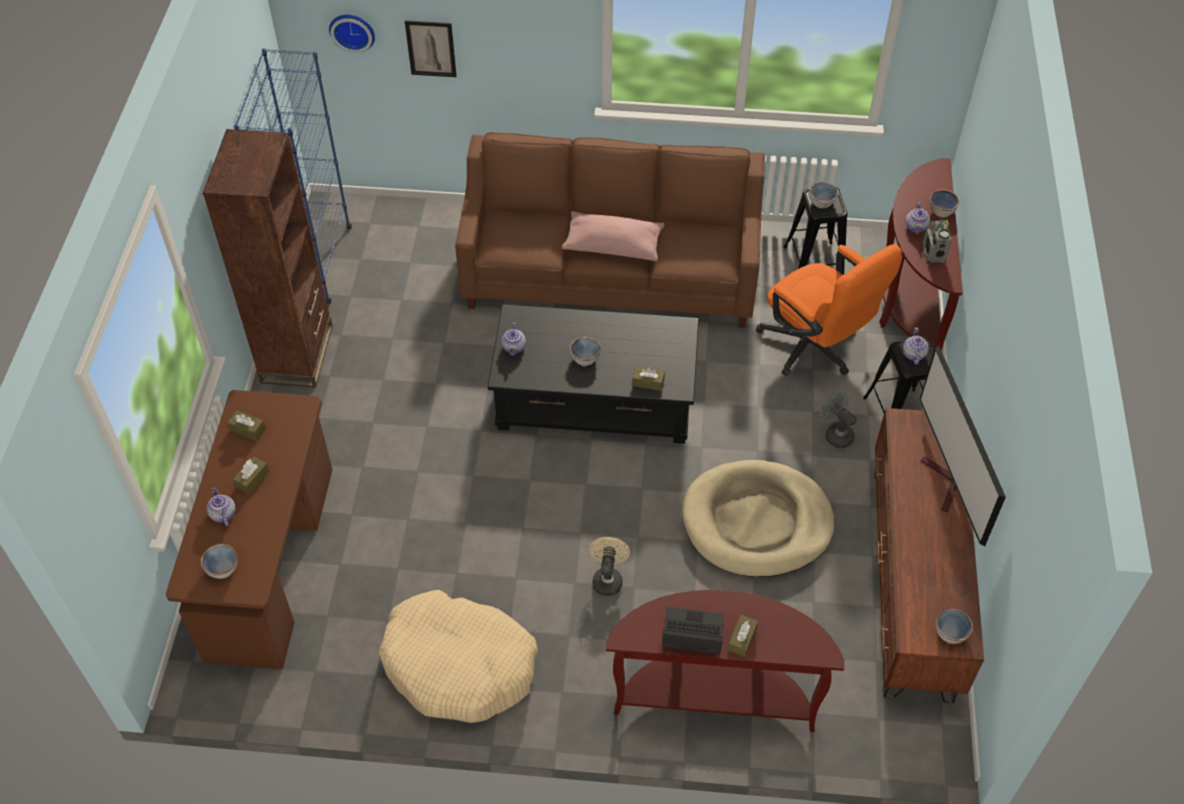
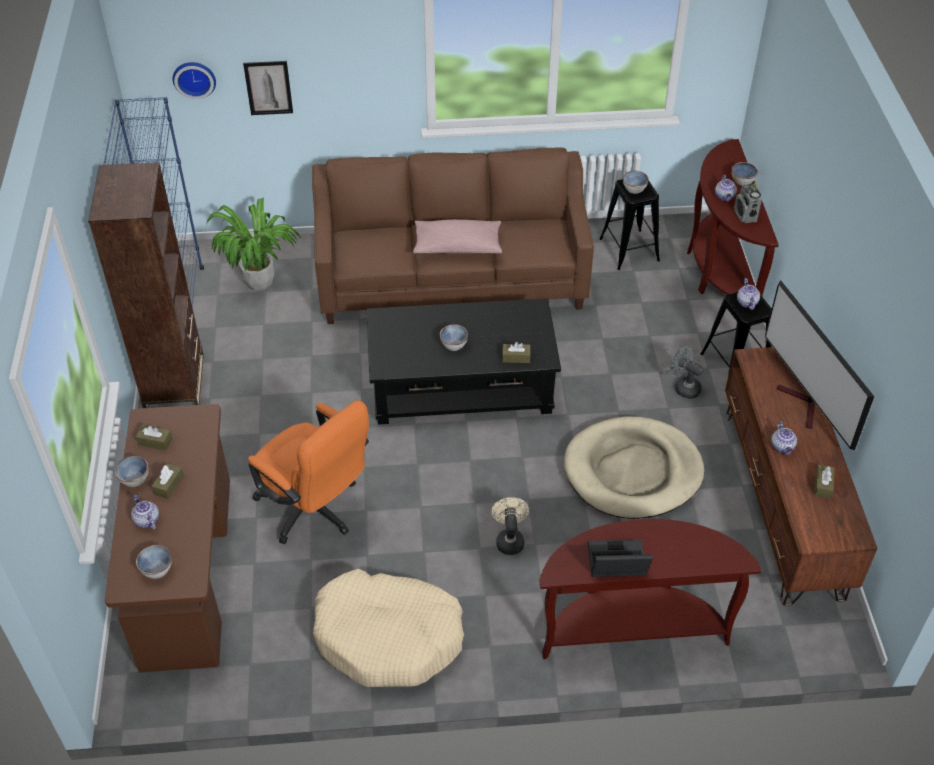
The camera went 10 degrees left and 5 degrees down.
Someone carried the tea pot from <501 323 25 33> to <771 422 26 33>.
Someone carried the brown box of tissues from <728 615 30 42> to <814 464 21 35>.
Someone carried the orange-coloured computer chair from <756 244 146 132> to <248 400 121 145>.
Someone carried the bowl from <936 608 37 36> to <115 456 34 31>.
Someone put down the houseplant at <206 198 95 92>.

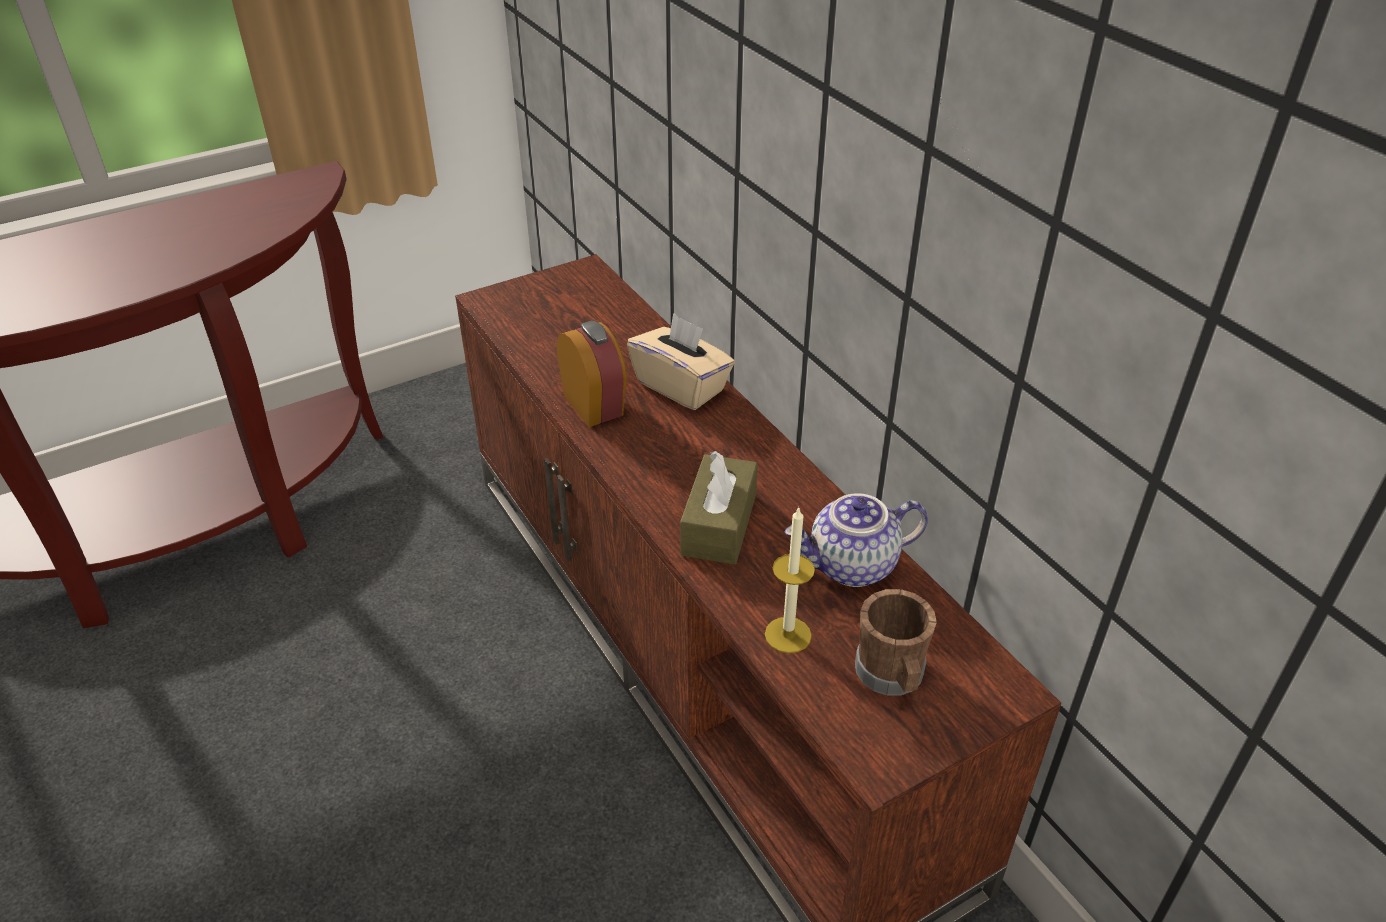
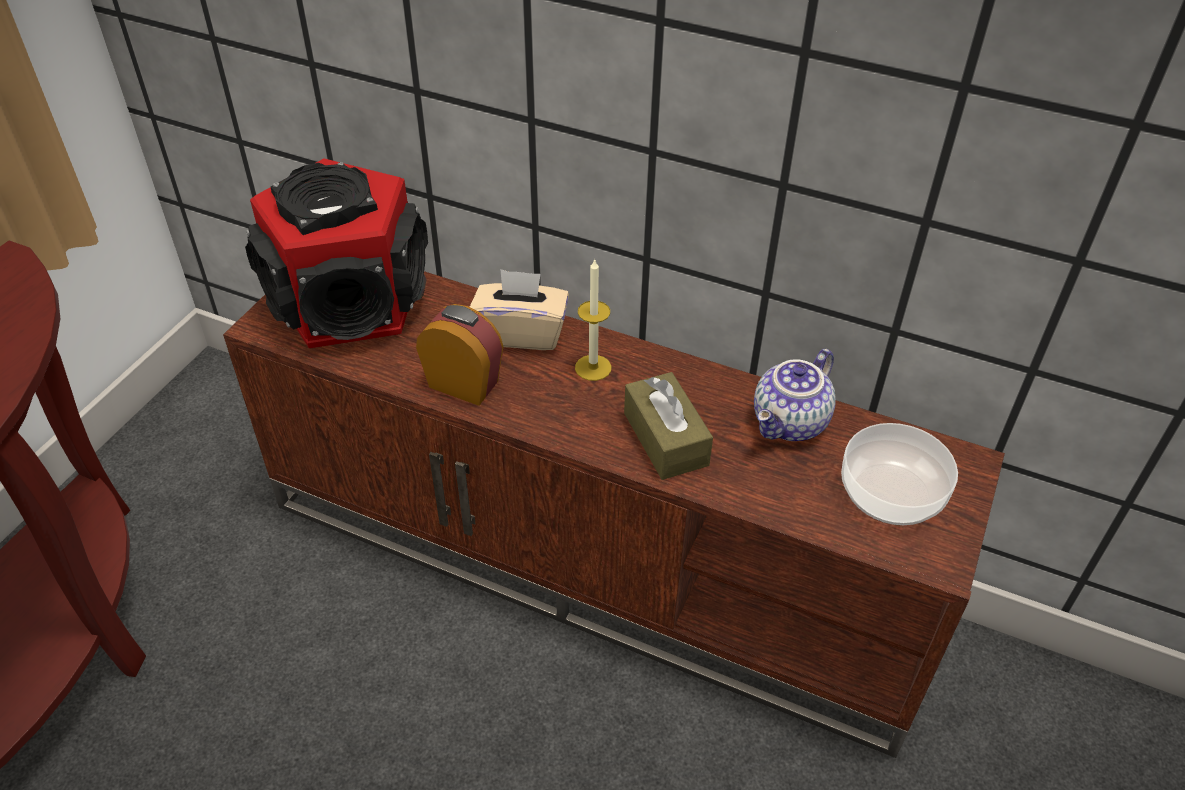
The camera went 35 degrees left and 5 degrees up.
Someone carried the wax candle from <765 506 50 147> to <575 258 36 123>.
Someone swapped the brown tea mug at <855 589 82 107> for the bowl at <841 423 117 102>.
Someone put down the speaker at <245 158 183 190>.

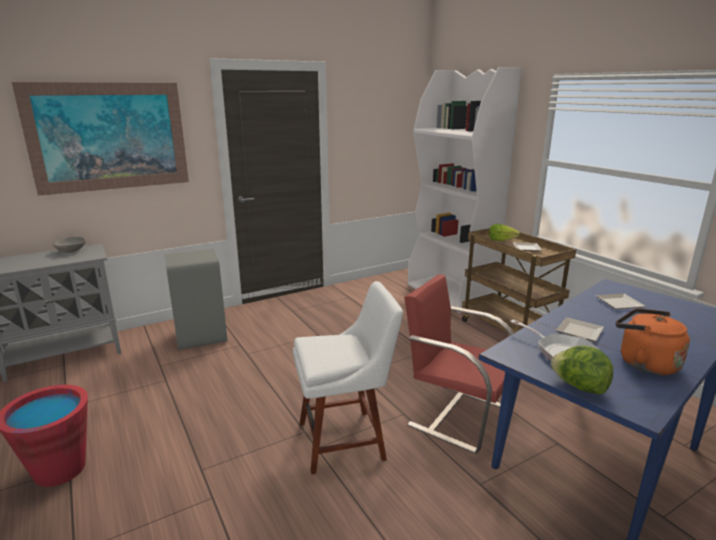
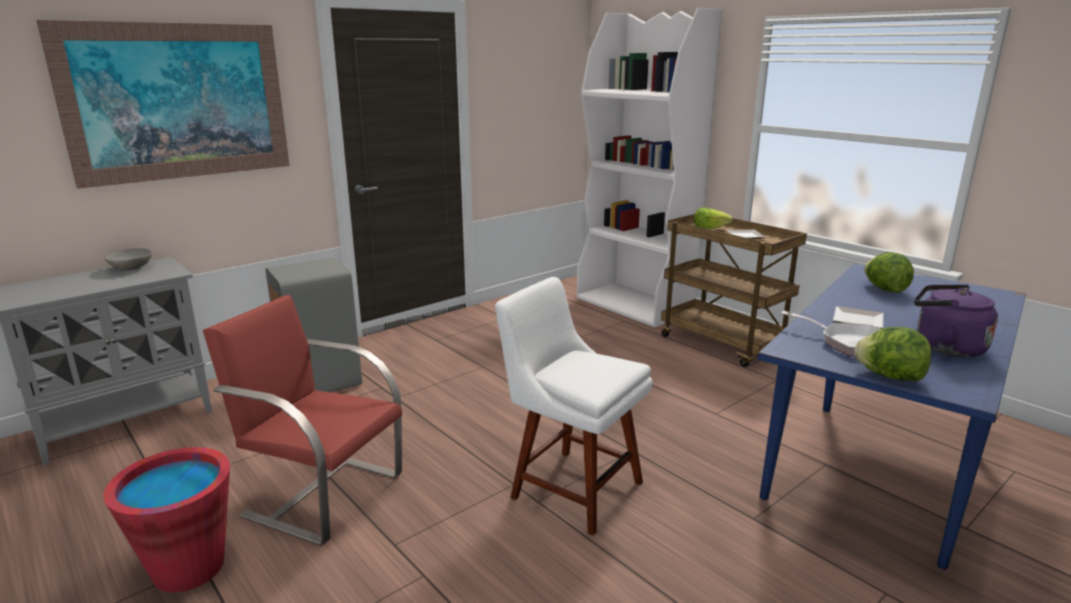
The camera went 10 degrees left and 0 degrees up.
Someone rotated the white-coloured upright chair at <293 281 110 194> by 120 degrees counterclockwise.
Someone carried the red upright chair from <404 274 110 180> to <203 295 199 251>.
Someone swapped the dinner plate at <596 293 50 16> for the lettuce head at <864 252 50 41>.
Someone repainted the orange-coloured water kettle at <616 308 74 67>, which became the purple-coloured water kettle at <914 285 84 72>.

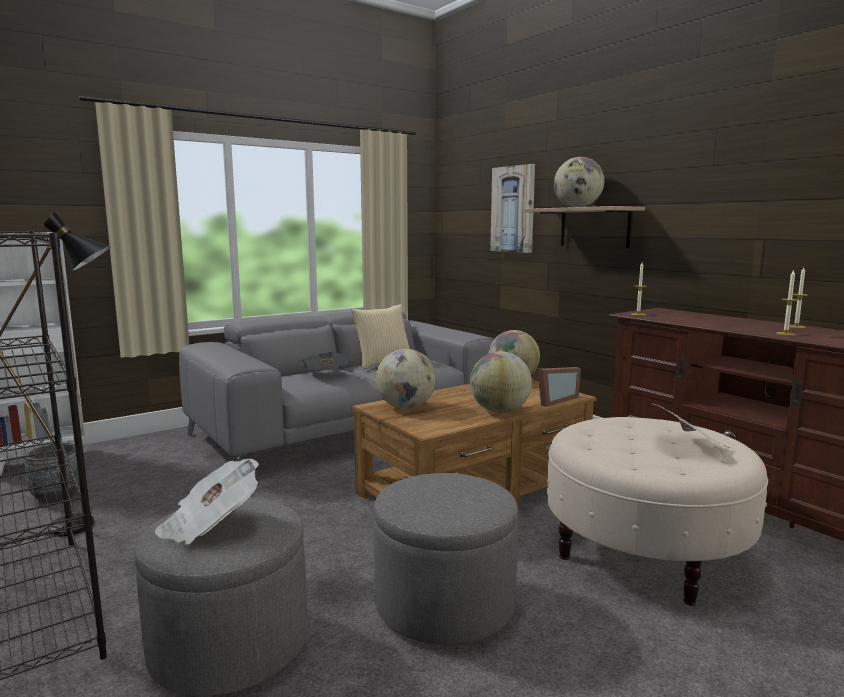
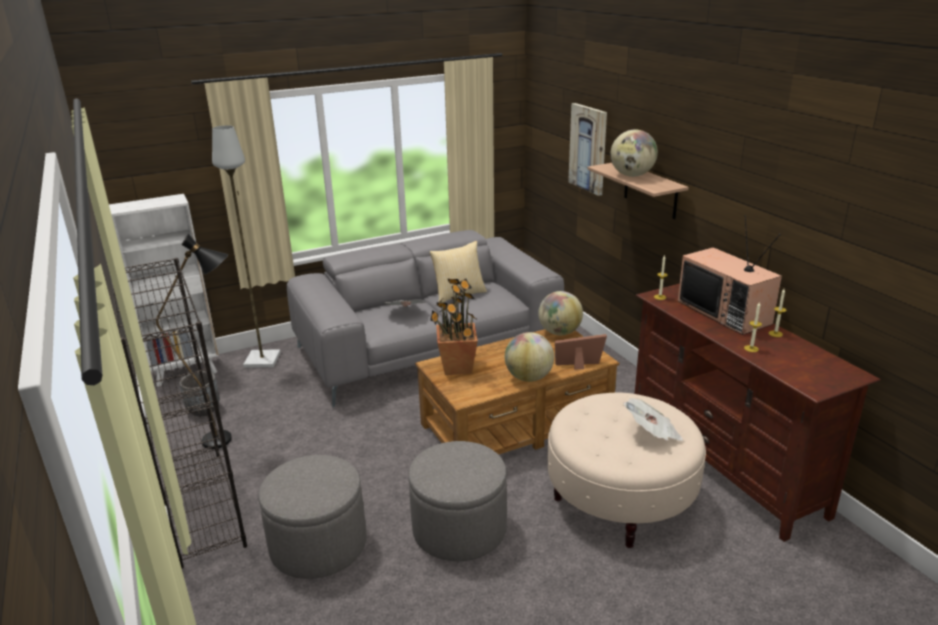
The camera went 10 degrees right and 15 degrees up.
Someone took away the printed paper at <155 459 104 86>.
Someone swapped the world globe at <376 349 60 60> for the houseplant at <430 279 48 96>.
Someone rotated the standing frame at <538 367 43 40> by 150 degrees counterclockwise.
Someone put down the greyish floor lamp at <212 125 69 243>.
Someone put down the television at <678 215 104 120>.

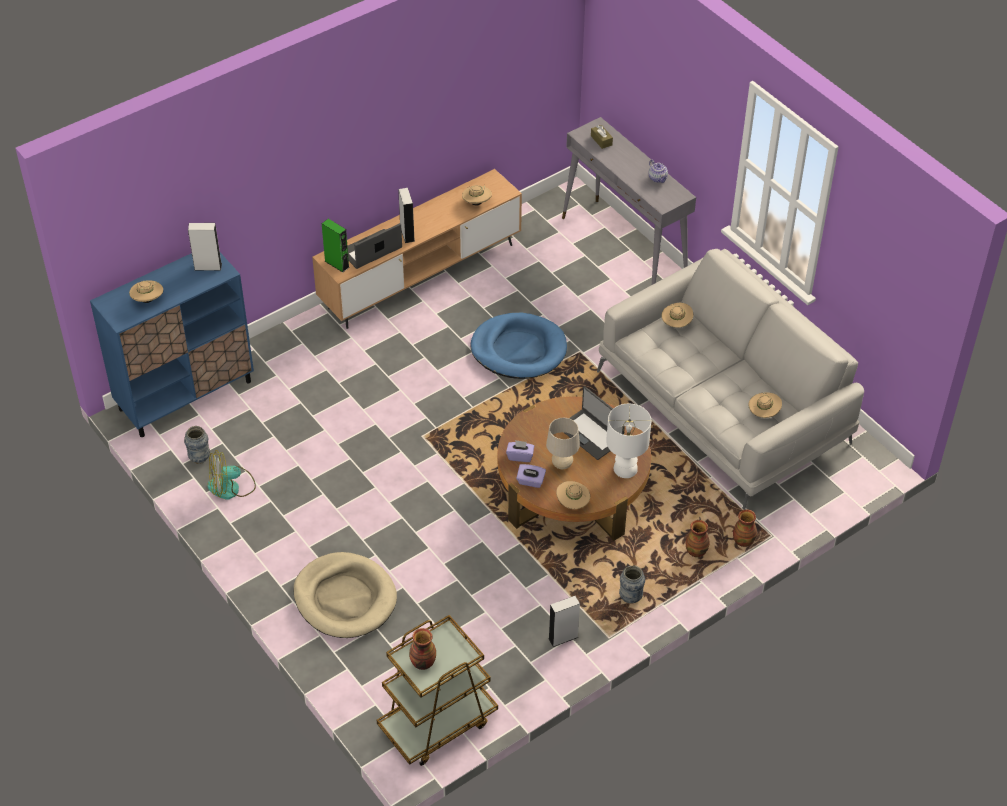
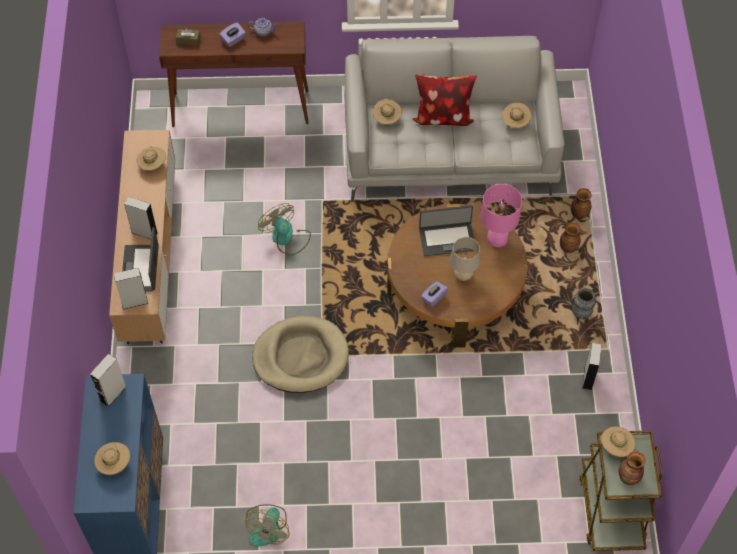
The camera went 55 degrees left and 10 degrees up.
Someone took away the decorative vase at <184 426 26 38>.
Someone carried the sand-coloured dog bed from <293 552 104 86> to <252 316 97 77>.
Someone repainted the green-coloured speaker at <322 219 27 53>, which became the greyish speaker at <113 268 35 41>.
Someone swapped the blue-coloured dog bed at <470 313 97 66> for the electric fan at <258 203 53 53>.
Someone carried the purple-coloured box of tissues from <516 464 30 24> to <219 22 27 25>.
Someone carried the sand-coloured wearable hat from <556 481 34 28> to <601 427 34 30>.
Someone repainted the greyish narrow table at <562 117 134 168>, which became the brown narrow table at <159 22 150 105>.
Someone repainted the white-coloured tabletop lamp at <606 404 45 74>, which became the pinkish tabletop lamp at <481 184 41 63>.
Someone put down the cushion at <413 74 64 52>.

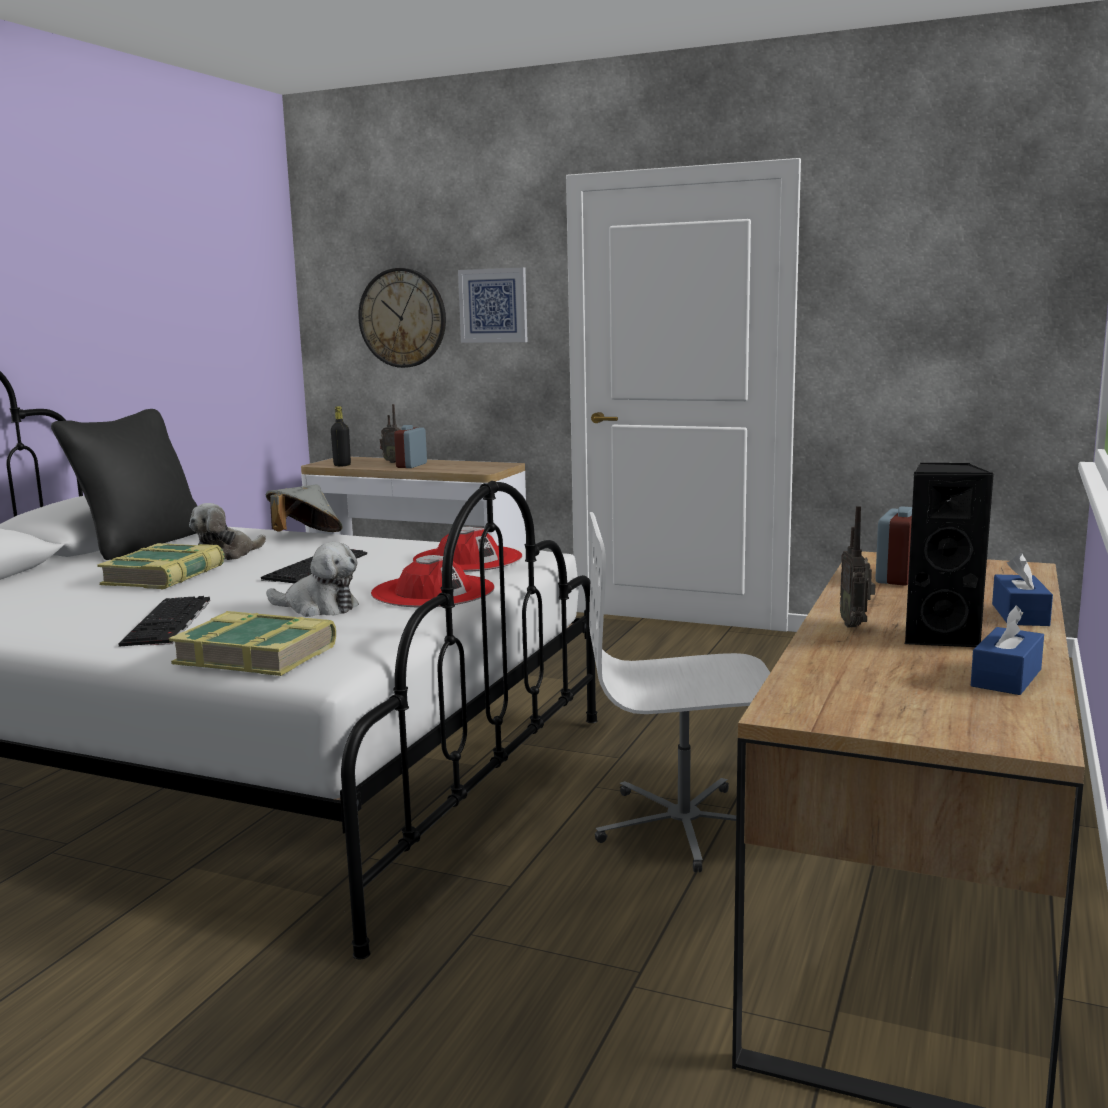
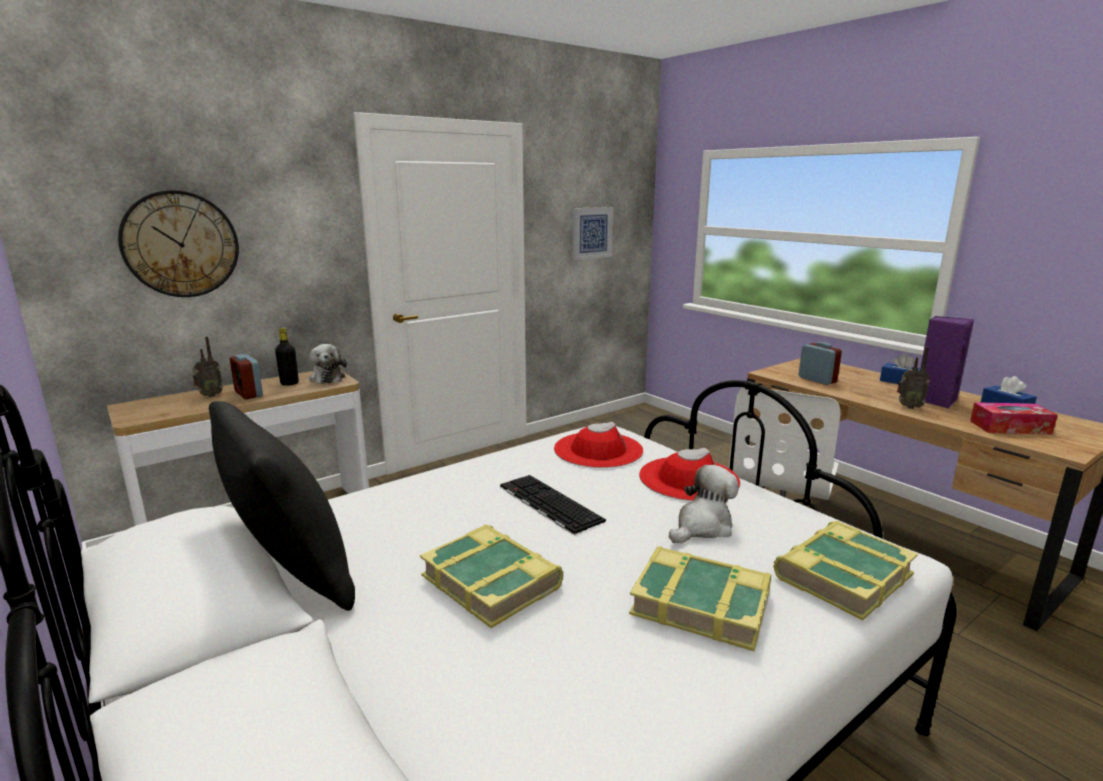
The camera went 60 degrees left and 5 degrees up.
Someone swapped the keyboard at <118 596 92 50> for the book at <629 547 142 104>.
Someone carried the plush toy from <189 503 77 57> to <309 344 38 40>.
Someone took away the greyish wearable hat at <265 484 77 48>.
Someone carried the black drink bottle from <331 406 20 60> to <275 328 24 58>.
Someone carried the wall art from <458 268 70 75> to <572 207 41 53>.
Someone repainted the black speaker at <904 463 90 184>, which became the purple-coloured speaker at <921 316 53 92>.
Someone put down the box of tissues at <970 402 88 32>.

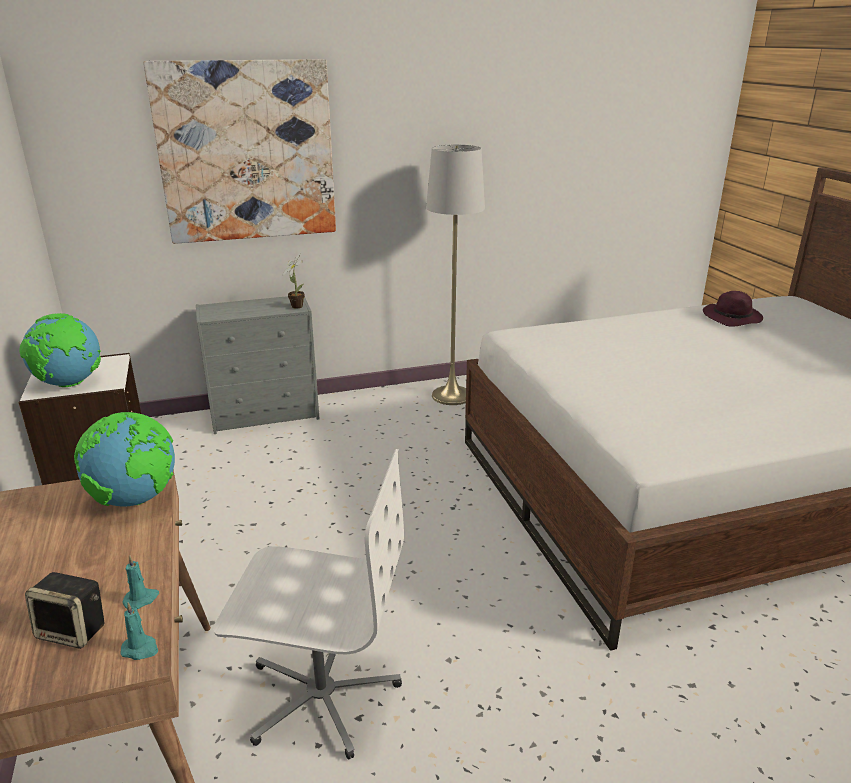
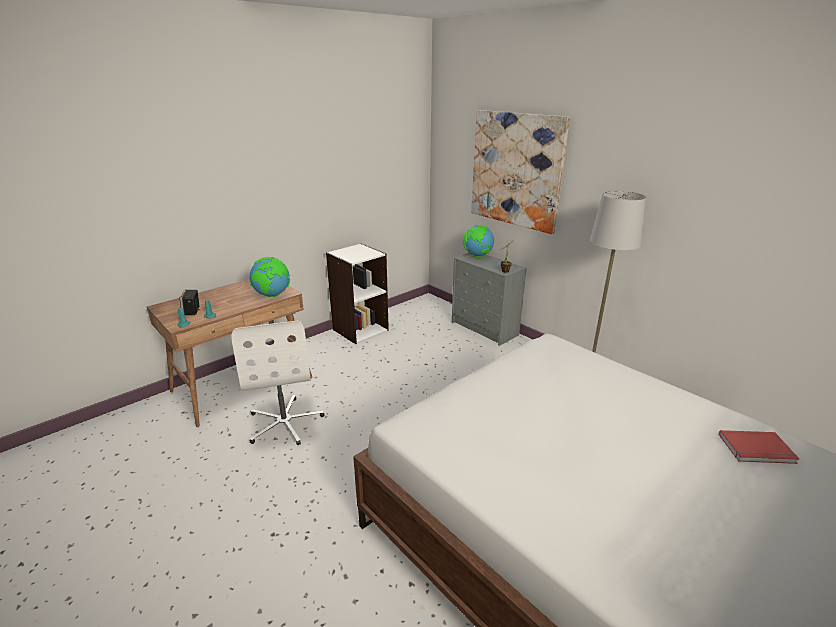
The camera went 65 degrees right and 0 degrees up.
Someone carried the world globe from <19 313 82 74> to <463 225 31 32>.
Someone swapped the purple-coloured wearable hat at <703 291 60 36> for the red book at <719 430 81 34>.

